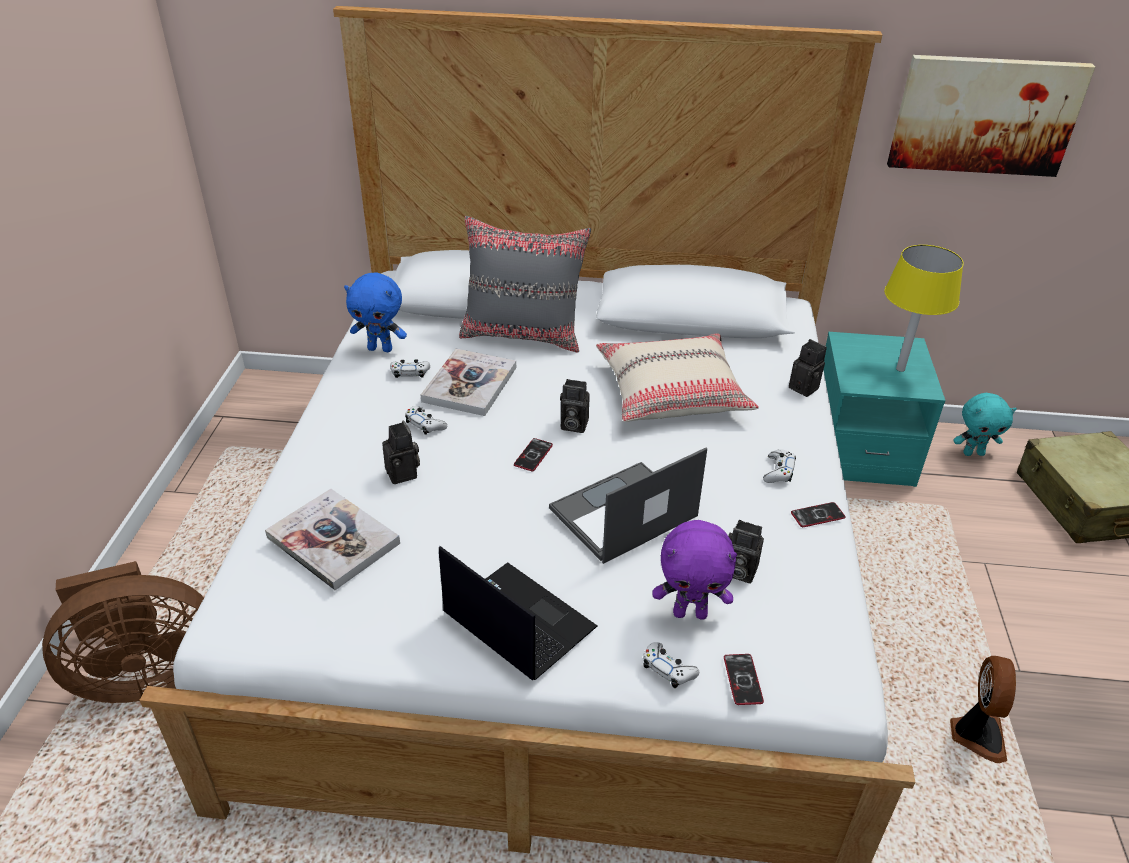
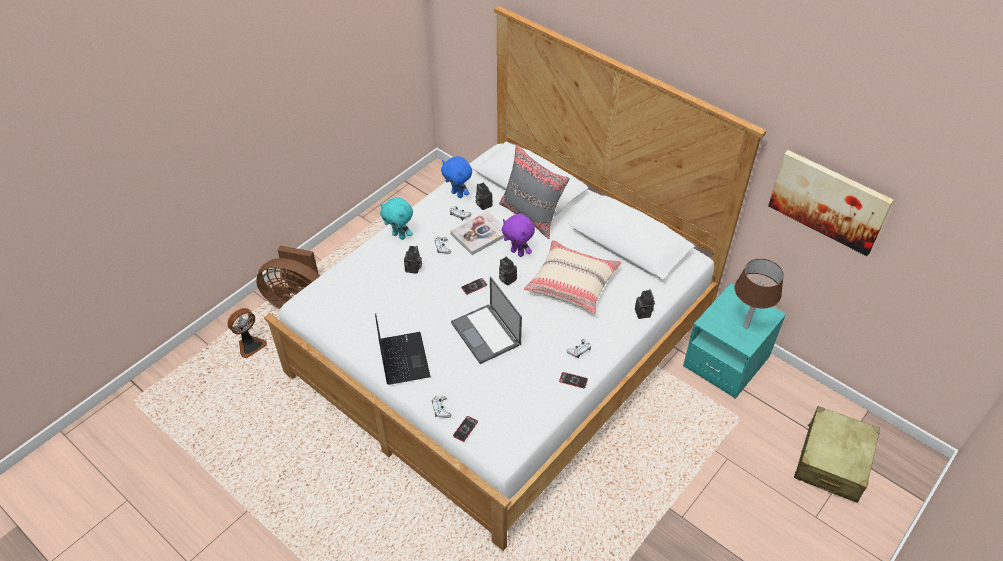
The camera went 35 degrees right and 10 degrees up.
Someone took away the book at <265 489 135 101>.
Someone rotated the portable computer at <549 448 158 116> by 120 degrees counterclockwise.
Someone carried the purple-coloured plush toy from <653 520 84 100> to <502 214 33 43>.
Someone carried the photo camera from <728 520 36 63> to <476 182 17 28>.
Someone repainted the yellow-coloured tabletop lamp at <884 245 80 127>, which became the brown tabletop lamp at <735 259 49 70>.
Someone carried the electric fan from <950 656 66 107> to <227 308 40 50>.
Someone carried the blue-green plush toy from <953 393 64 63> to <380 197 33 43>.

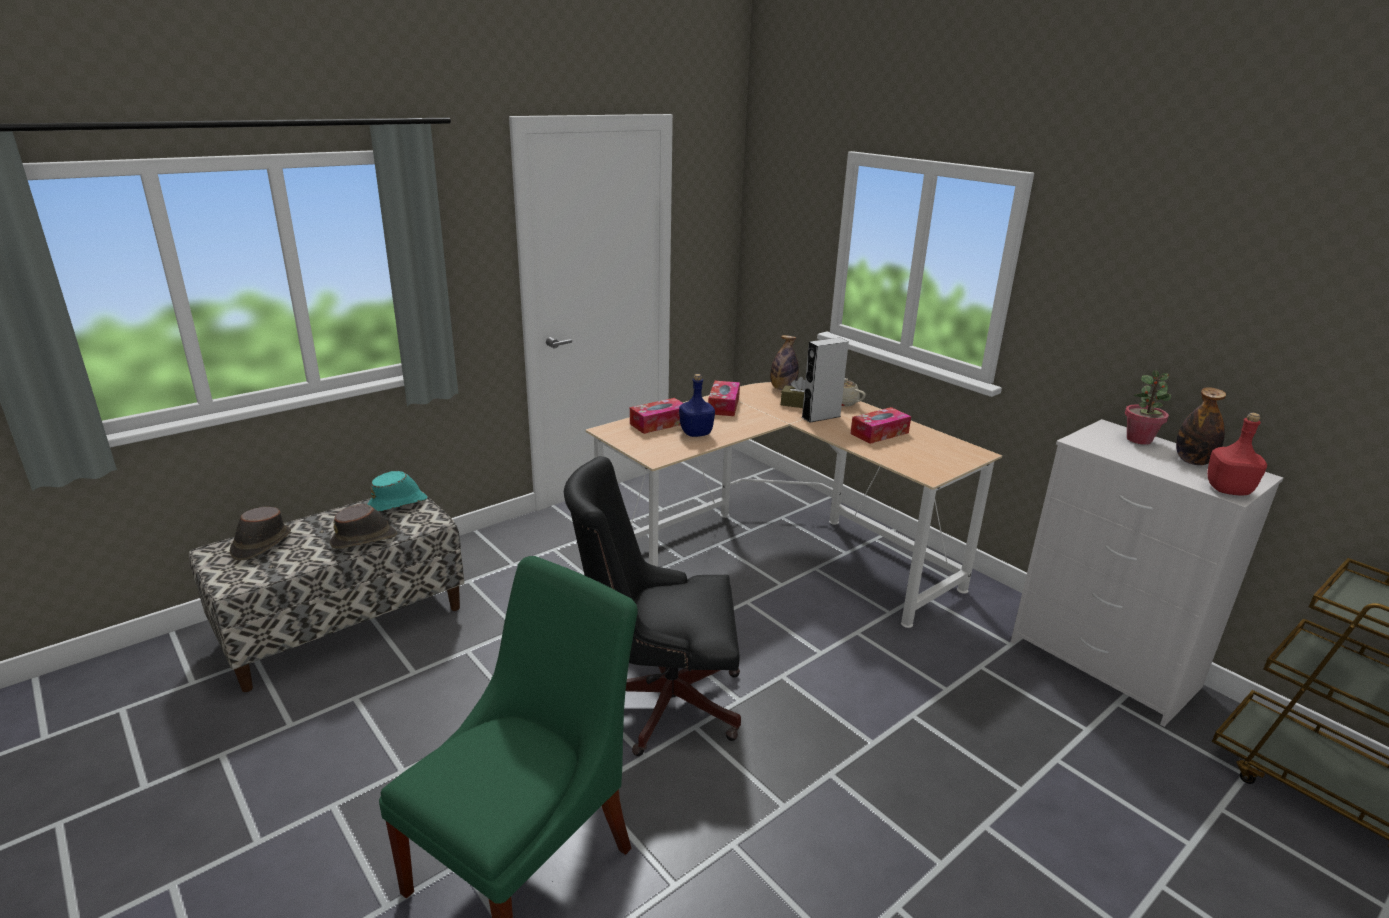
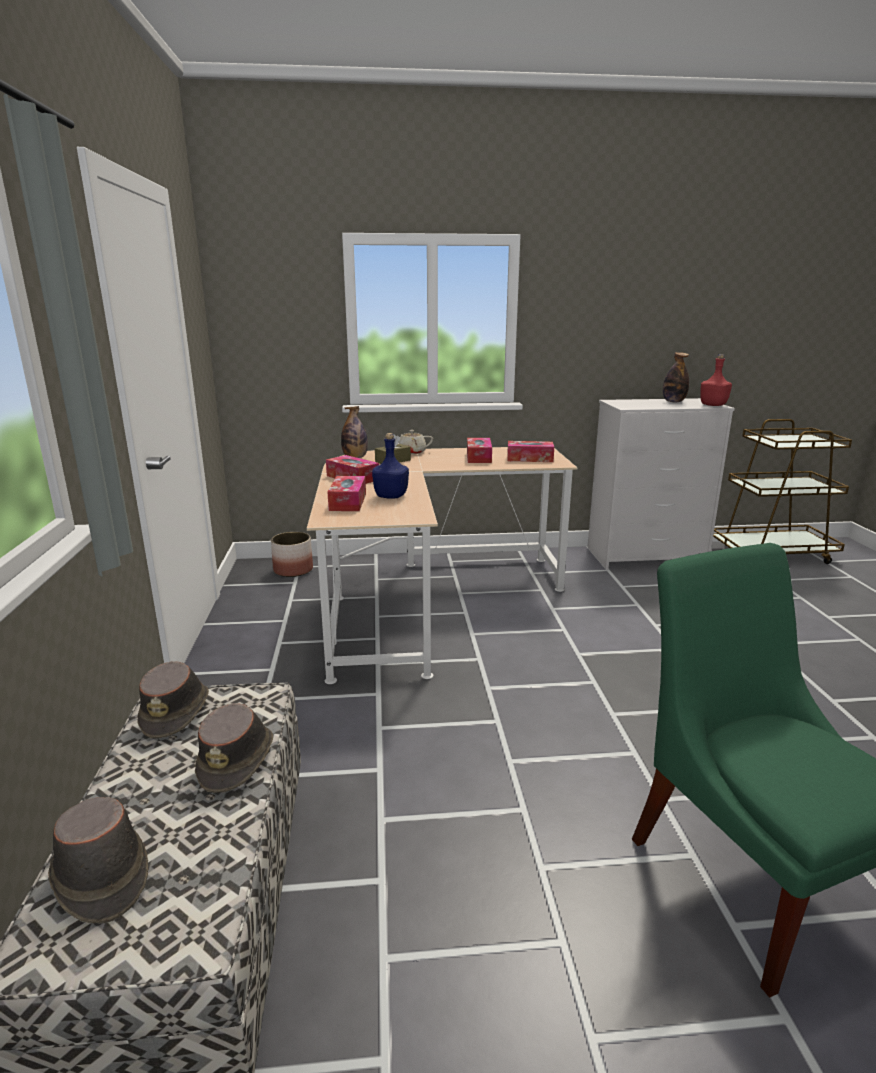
The camera went 55 degrees left and 5 degrees down.
Someone repainted the blue-green wearable hat at <367 471 61 41>, which became the brown wearable hat at <137 661 72 77>.
Someone took away the black computer chair at <564 456 177 300>.
Someone took away the greyish speaker at <802 338 47 85>.
Someone took away the houseplant at <1125 370 46 75>.
Someone put down the flower pot at <271 532 42 45>.
Someone put down the box of tissues at <507 441 47 21>.

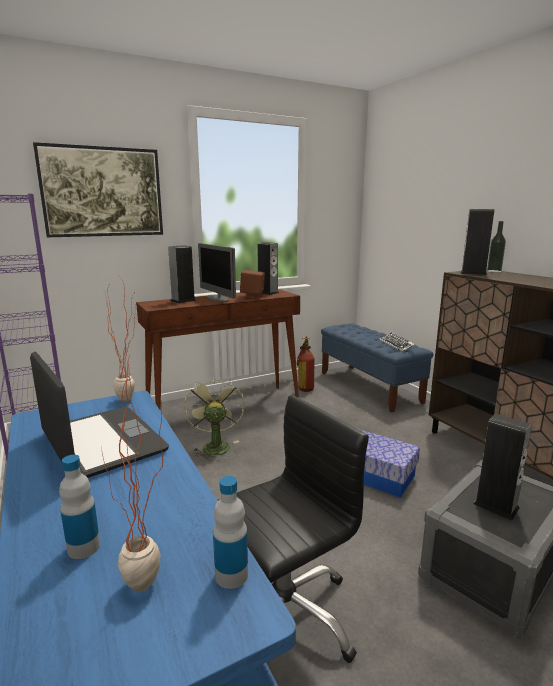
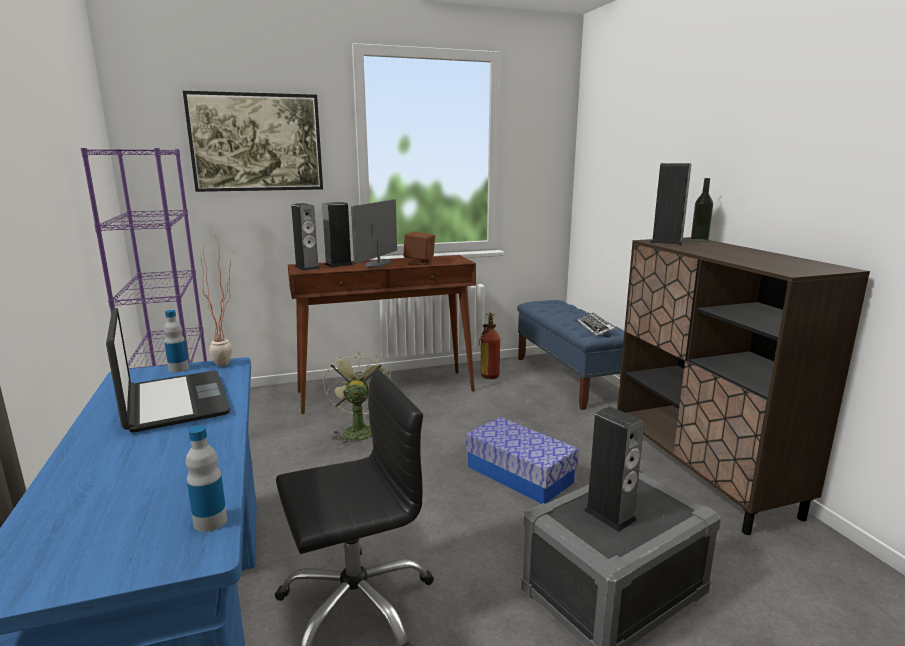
The camera went 10 degrees right and 0 degrees up.
Someone carried the drink bottle from <59 455 41 104> to <164 310 25 62>.
Someone took away the houseplant at <102 355 61 237>.
Someone rotated the computer screen at <198 243 38 59> by 45 degrees clockwise.
Someone carried the speaker from <257 242 22 53> to <291 203 29 68>.

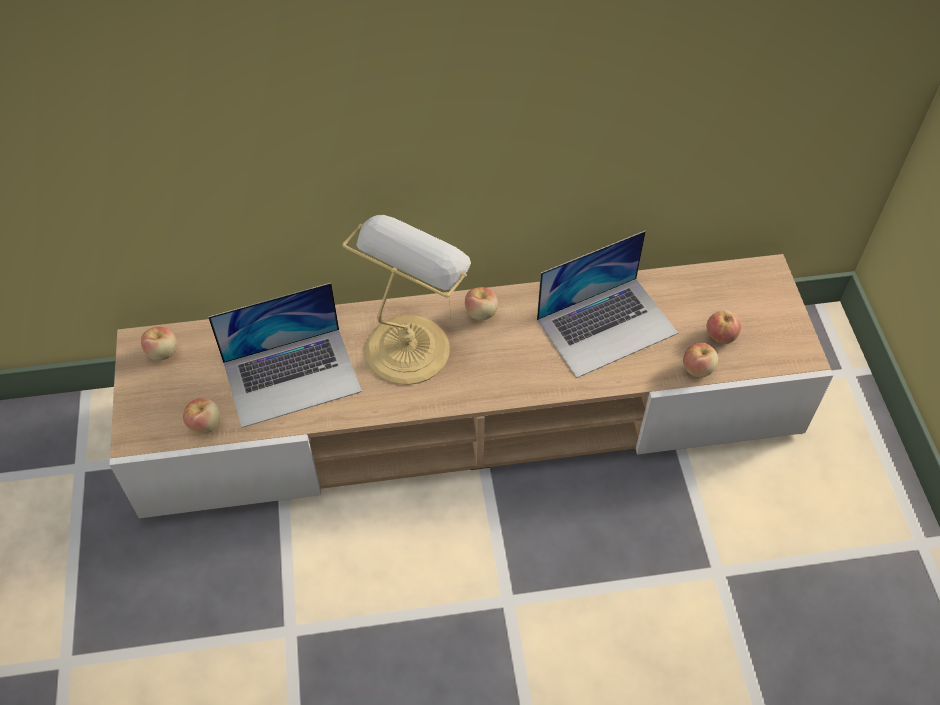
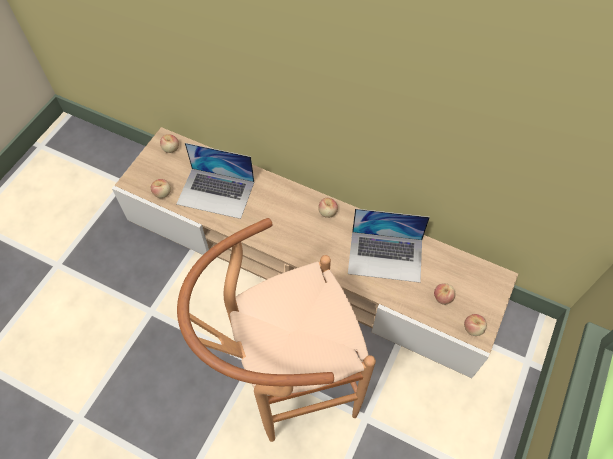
The camera went 35 degrees right and 5 degrees up.
Someone took away the tabletop lamp at <342 215 129 170>.
Someone carried the whole apple from <683 343 35 35> to <464 314 23 22>.
Someone put down the brown stool at <177 218 199 224>.

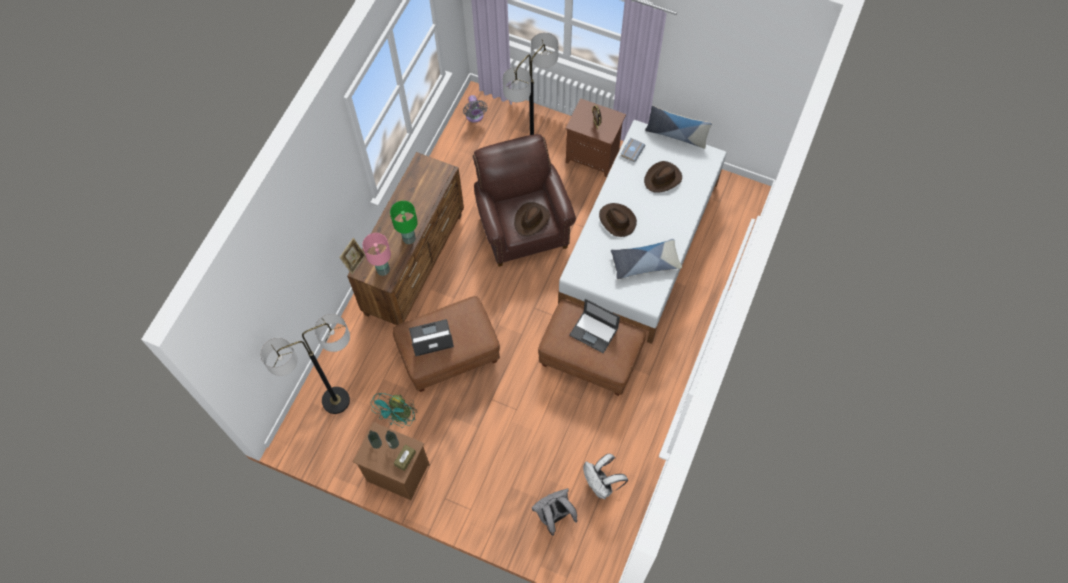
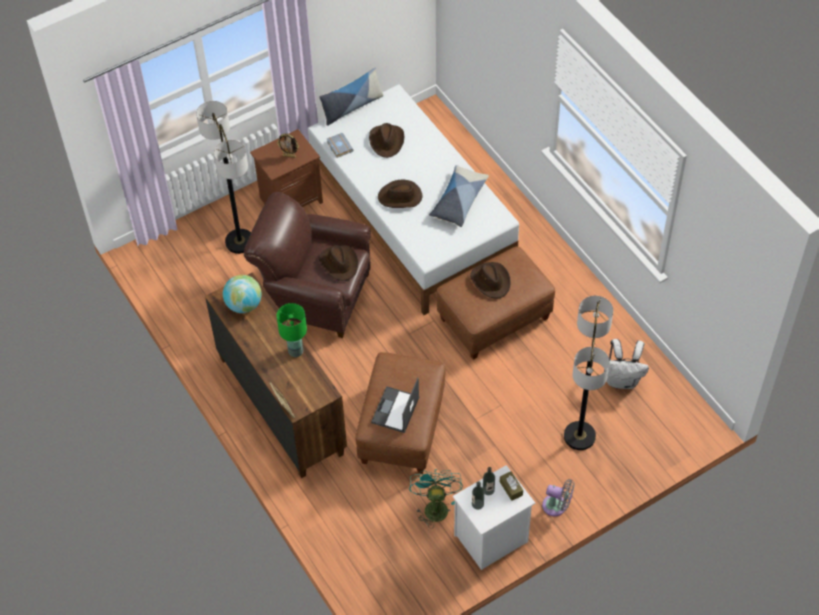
The camera went 55 degrees left and 10 degrees down.
Someone carried the floor lamp from <260 314 90 100> to <564 296 49 154>.
Someone repainted the brown night table at <353 422 77 78>, which became the white-coloured night table at <453 465 82 105>.
Someone took away the pinkish tabletop lamp at <363 233 28 43>.
Someone rotated the blue-green electric fan at <370 393 48 35> by 150 degrees counterclockwise.
Someone carried the greyish electric fan from <463 95 25 28> to <542 479 33 37>.
Someone took away the greyish rucksack at <532 488 45 48>.
Someone swapped the portable computer at <569 299 51 54> for the brown wearable hat at <470 262 40 37>.
Someone put down the world globe at <223 275 39 38>.

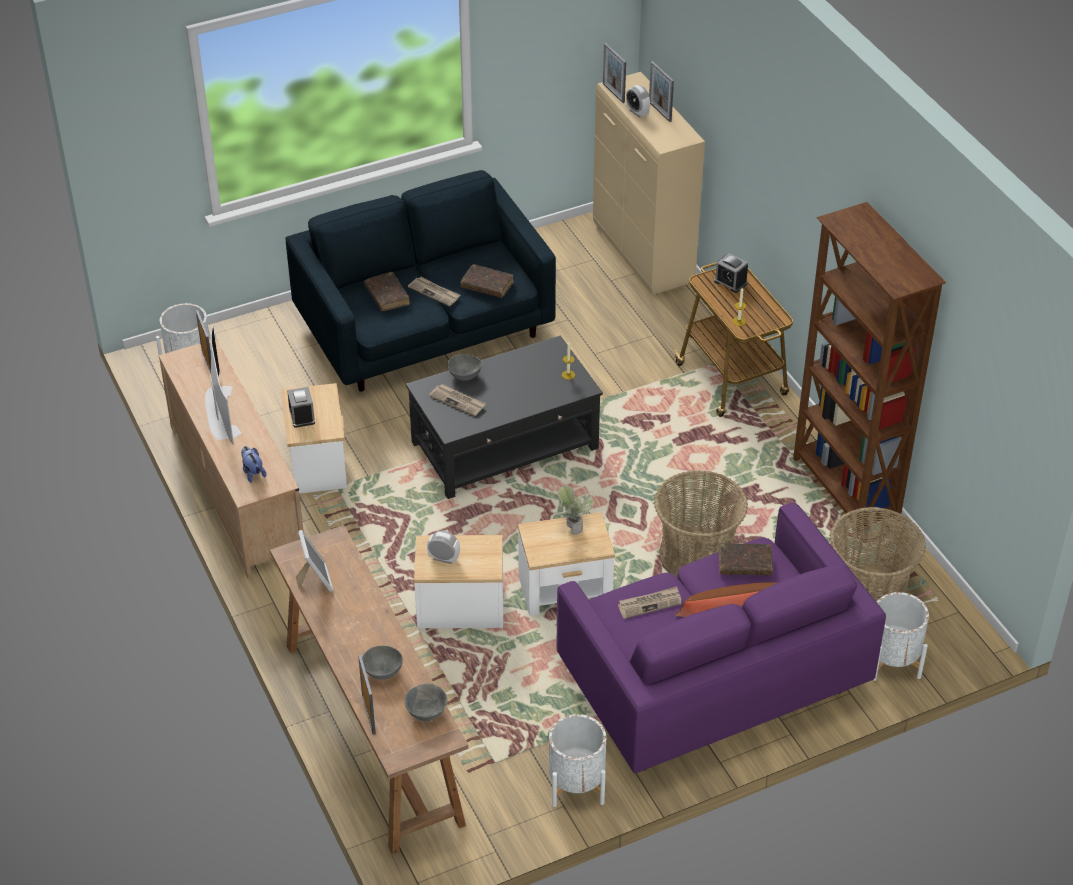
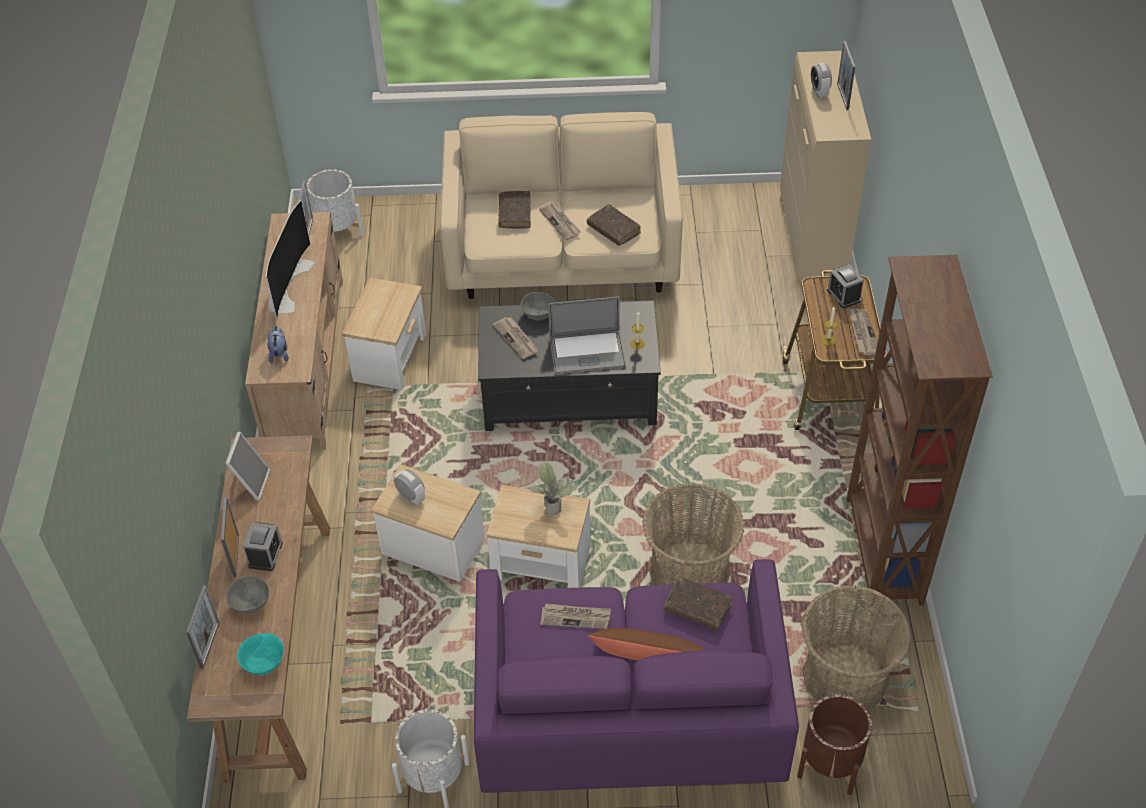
The camera went 25 degrees right and 5 degrees up.
Someone repainted the blue-coloured couch at <285 170 271 222>, which became the sand-coloured couch at <440 112 243 187>.
Someone carried the table clock from <287 387 28 41> to <243 522 40 49>.
Someone repainted the greyish bowl at <404 683 44 38>, which became the blue-green bowl at <237 633 47 42>.
Someone carried the standing frame from <603 43 23 60> to <221 497 18 80>.
Someone repainted the white-coloured flower pot at <873 592 56 89>, which became the brown flower pot at <797 695 75 100>.
Someone put down the portable computer at <548 296 78 78>.
Someone put down the printed paper at <848 308 30 48>.

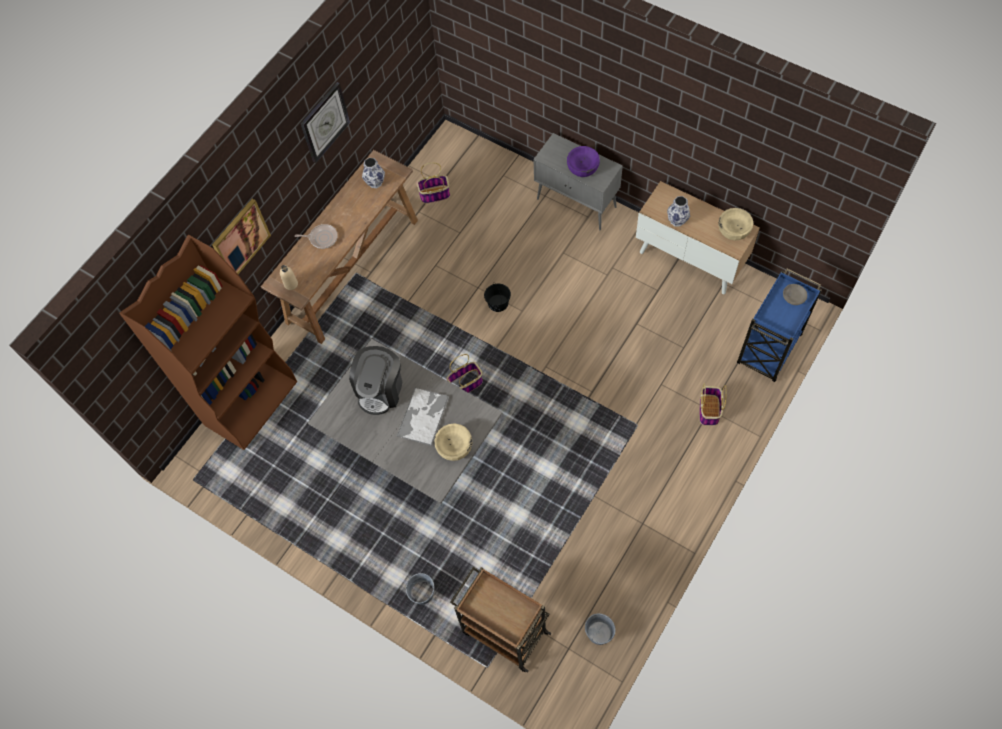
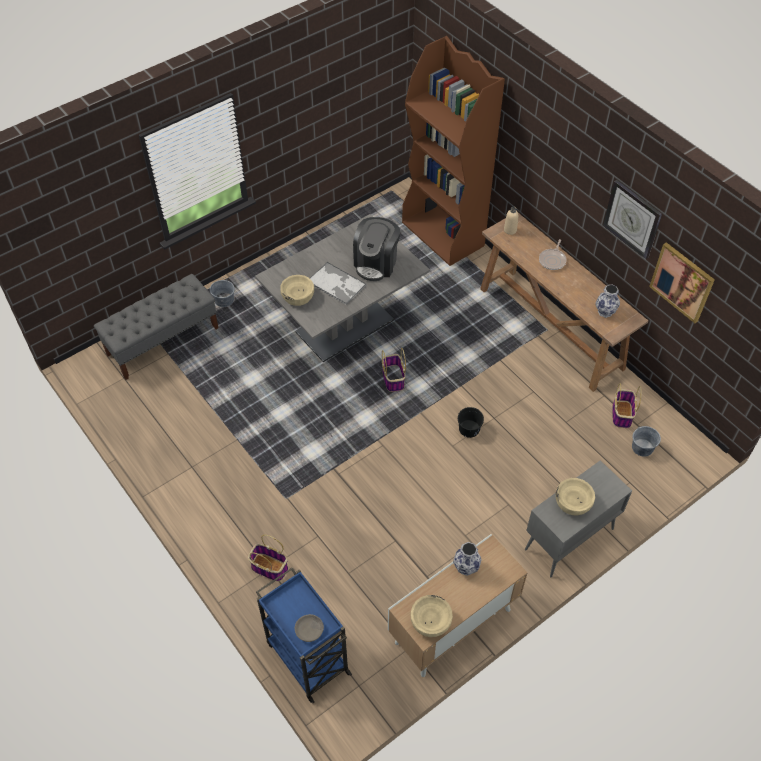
The camera went 105 degrees right and 10 degrees down.
Someone carried the wall art from <212 199 59 75> to <649 242 66 81>.
Someone rotated the coffee machine at <349 346 53 69> by 105 degrees counterclockwise.
Someone swapped the brown cart at <450 567 101 106> for the greyish indoor bench at <94 274 125 106>.
Someone repainted the purple-coloured bowl at <567 146 33 31>, which became the sand-coloured bowl at <556 478 39 37>.
Someone carried the greyish pail from <585 613 30 32> to <632 426 29 31>.

